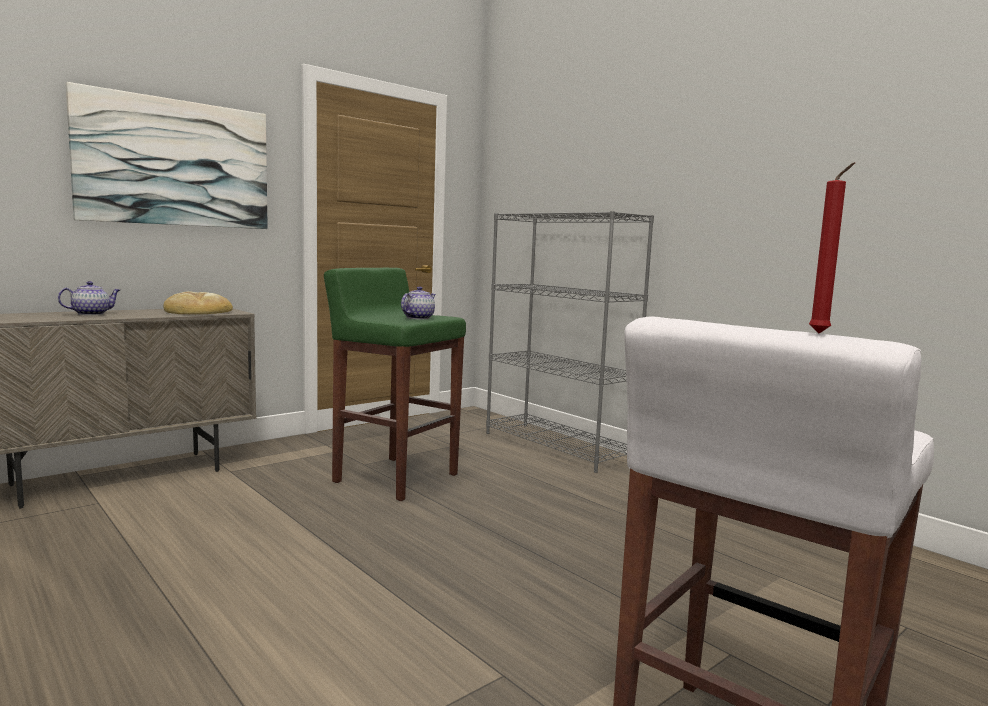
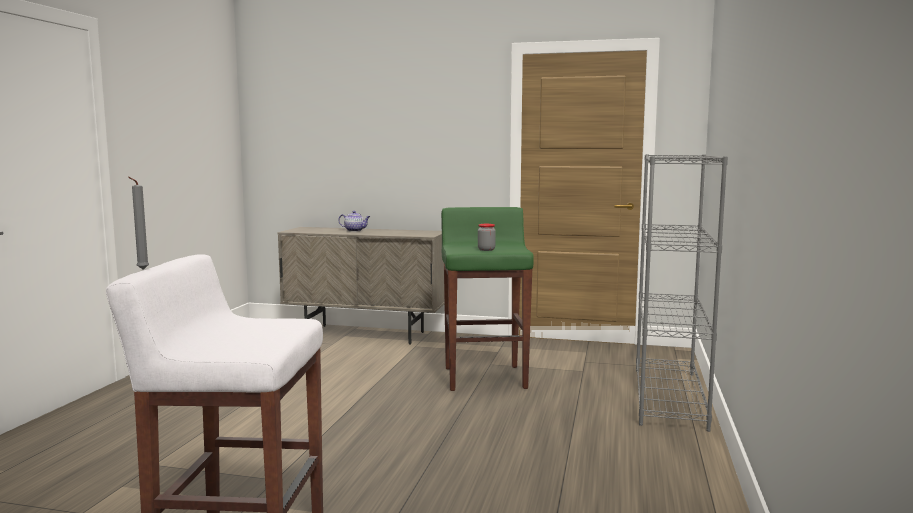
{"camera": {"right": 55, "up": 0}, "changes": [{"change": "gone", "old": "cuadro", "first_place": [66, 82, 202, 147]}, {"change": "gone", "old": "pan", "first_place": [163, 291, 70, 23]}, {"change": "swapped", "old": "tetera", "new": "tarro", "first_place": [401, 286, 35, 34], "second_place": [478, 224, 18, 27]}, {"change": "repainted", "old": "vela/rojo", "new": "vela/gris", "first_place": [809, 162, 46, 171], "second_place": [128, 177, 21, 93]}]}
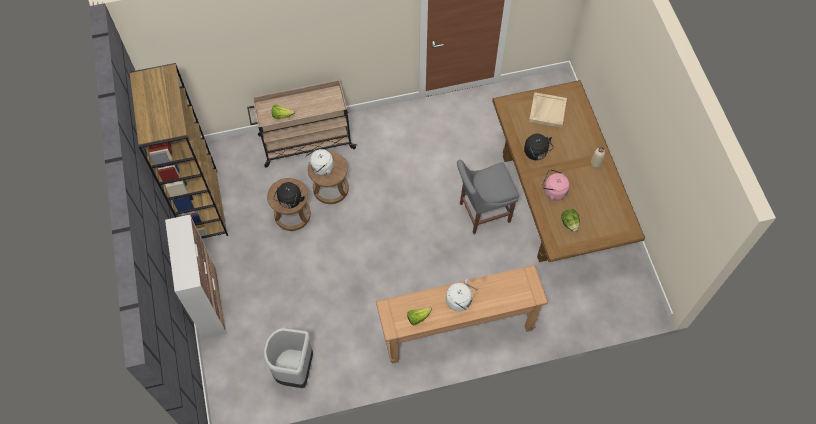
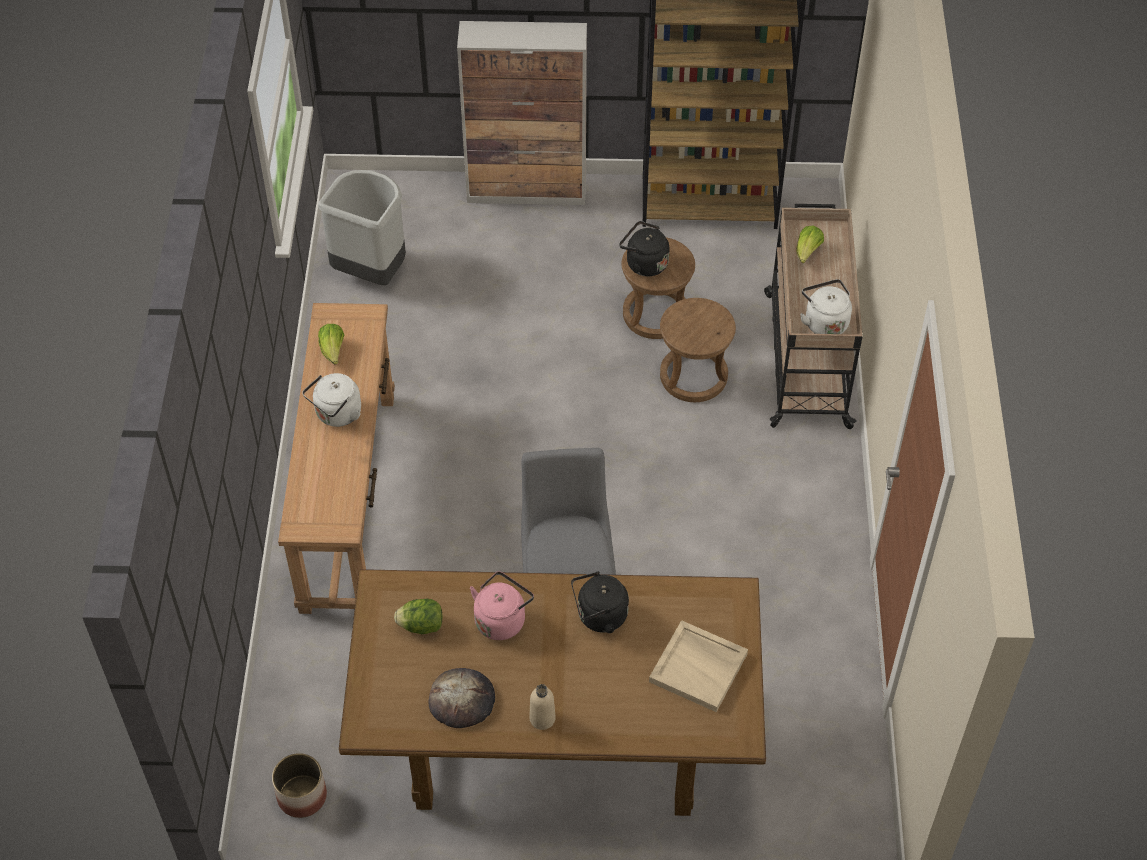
{"camera": {"right": 105, "up": -10}, "changes": [{"change": "new", "new": "maceta", "second_place": [272, 753, 55, 65]}, {"change": "new", "new": "pan", "second_place": [429, 668, 66, 60]}, {"change": "shifted", "old": "hervidor/blanco", "first_place": [305, 149, 29, 26], "second_place": [800, 279, 52, 55]}]}
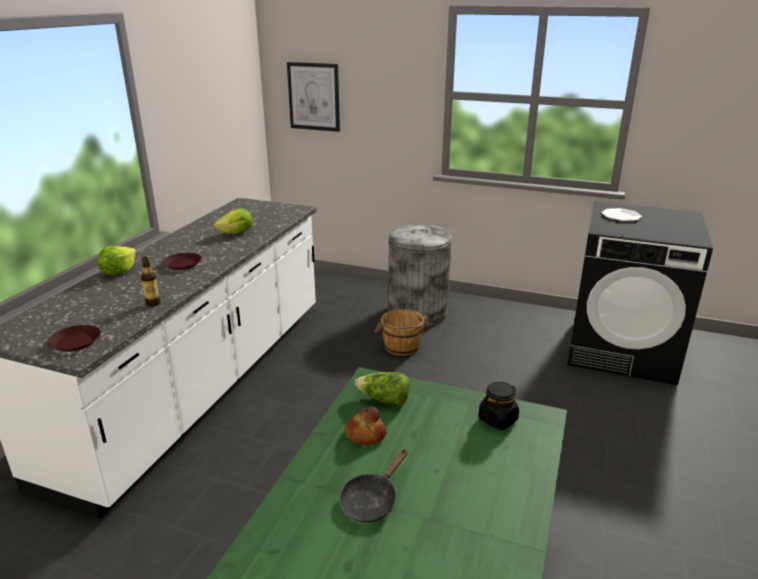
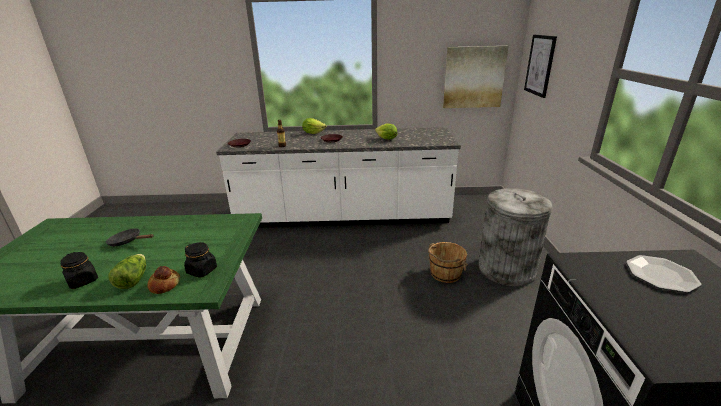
{"camera": {"right": 70, "up": 0}, "changes": [{"change": "new", "new": "tarro/negro", "second_place": [61, 252, 37, 37]}, {"change": "new", "new": "cuadro", "second_place": [443, 46, 66, 62]}, {"change": "shifted", "old": "pan", "first_place": [345, 406, 41, 39], "second_place": [147, 266, 33, 28]}, {"change": "shifted", "old": "lechuga", "first_place": [355, 372, 55, 34], "second_place": [108, 254, 38, 35]}]}
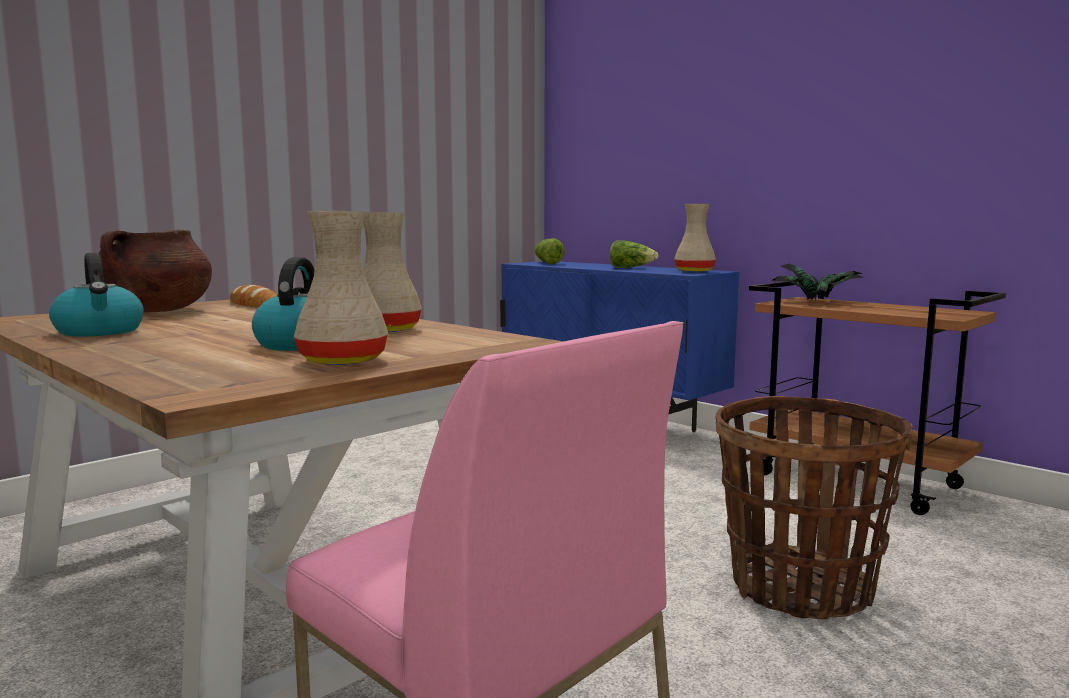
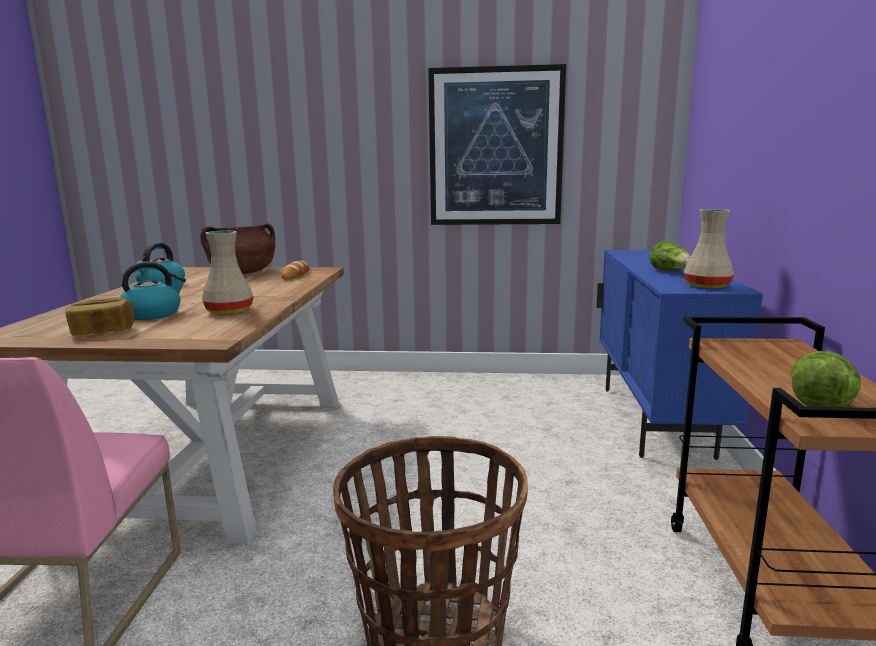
{"camera": {"right": 50, "up": 5}, "changes": [{"change": "gone", "old": "planta en maceta", "first_place": [773, 264, 91, 36]}, {"change": "new", "new": "cuadro", "second_place": [428, 64, 138, 161]}, {"change": "shifted", "old": "lechuga", "first_place": [534, 238, 31, 26], "second_place": [791, 351, 70, 56]}, {"change": "swapped", "old": "florero/beis", "new": "pan", "first_place": [294, 211, 94, 154], "second_place": [66, 297, 69, 38]}]}
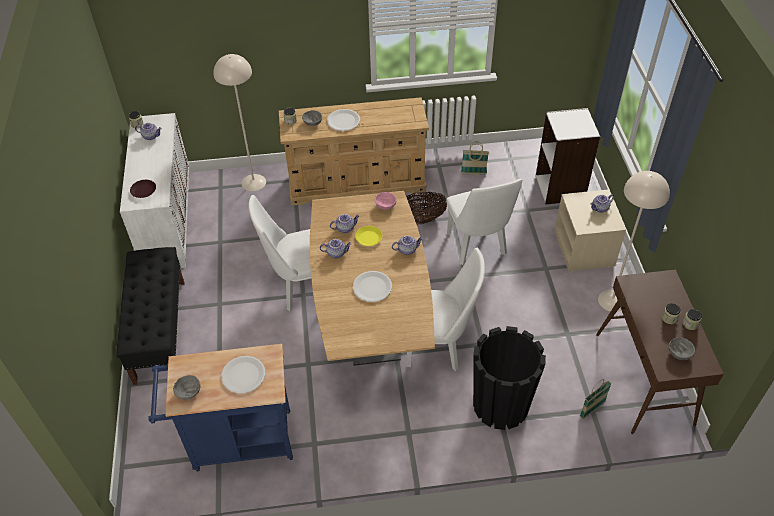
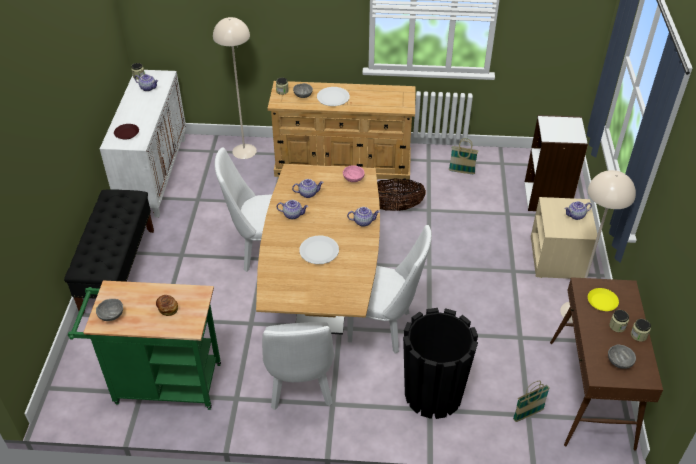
{"camera": {"right": 10, "up": -5}, "changes": [{"change": "shifted", "old": "plato/amarillo", "first_place": [355, 226, 27, 20], "second_place": [588, 288, 31, 23]}, {"change": "shifted", "old": "silla/blanco", "first_place": [446, 179, 76, 86], "second_place": [262, 322, 72, 88]}, {"change": "swapped", "old": "plato/blanco", "new": "pan", "first_place": [221, 356, 44, 38], "second_place": [156, 295, 22, 21]}, {"change": "repainted", "old": "carrito/azul", "new": "carrito/verde", "first_place": [148, 344, 145, 128], "second_place": [68, 280, 153, 130]}]}
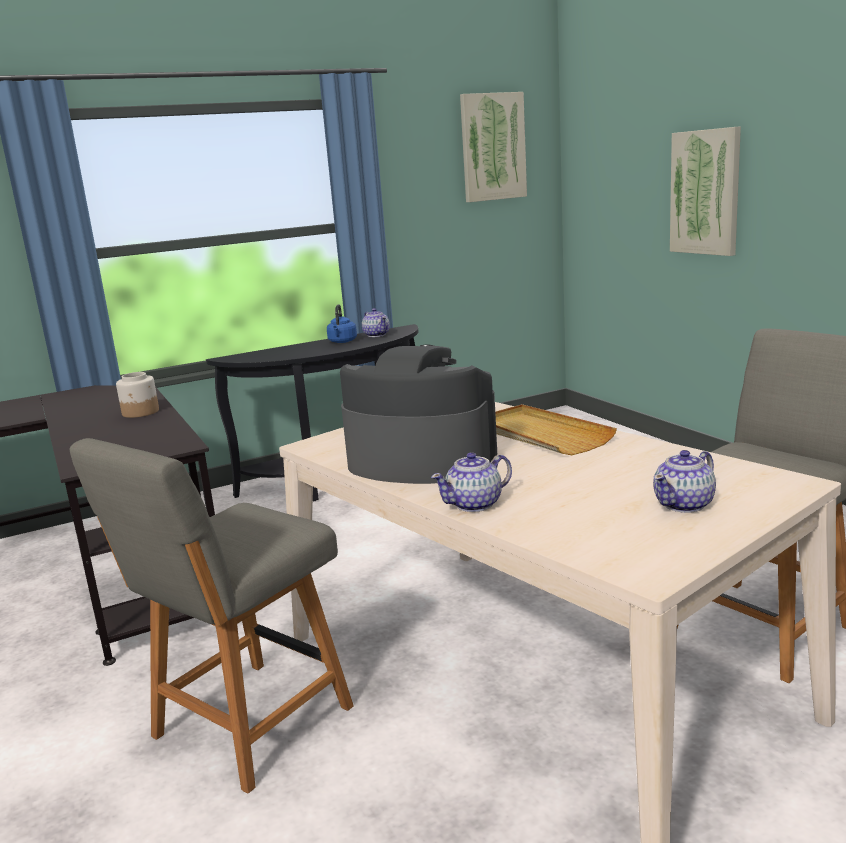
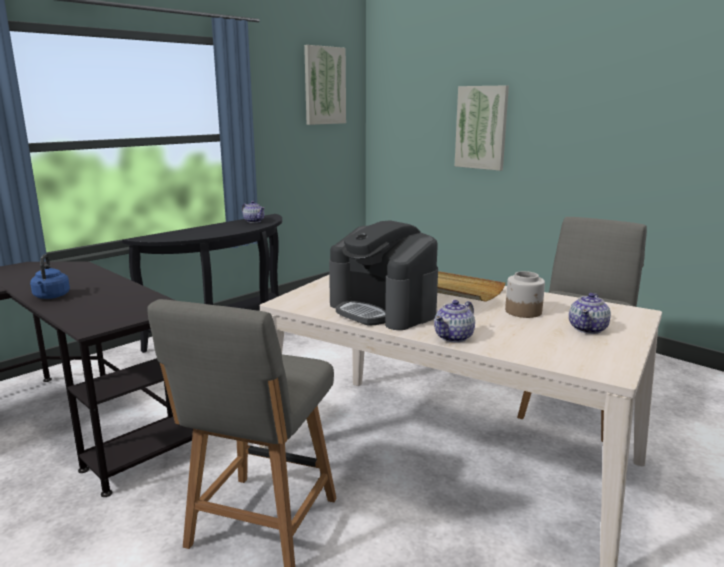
{"camera": {"right": -20, "up": 0}, "changes": [{"change": "shifted", "old": "tarro", "first_place": [116, 372, 43, 46], "second_place": [505, 271, 40, 47]}, {"change": "shifted", "old": "hervidor/azul", "first_place": [327, 304, 30, 39], "second_place": [30, 254, 40, 45]}, {"change": "rotated", "old": "cafetera", "first_place": [340, 344, 157, 140], "second_place": [329, 220, 109, 110], "degrees": -135}]}
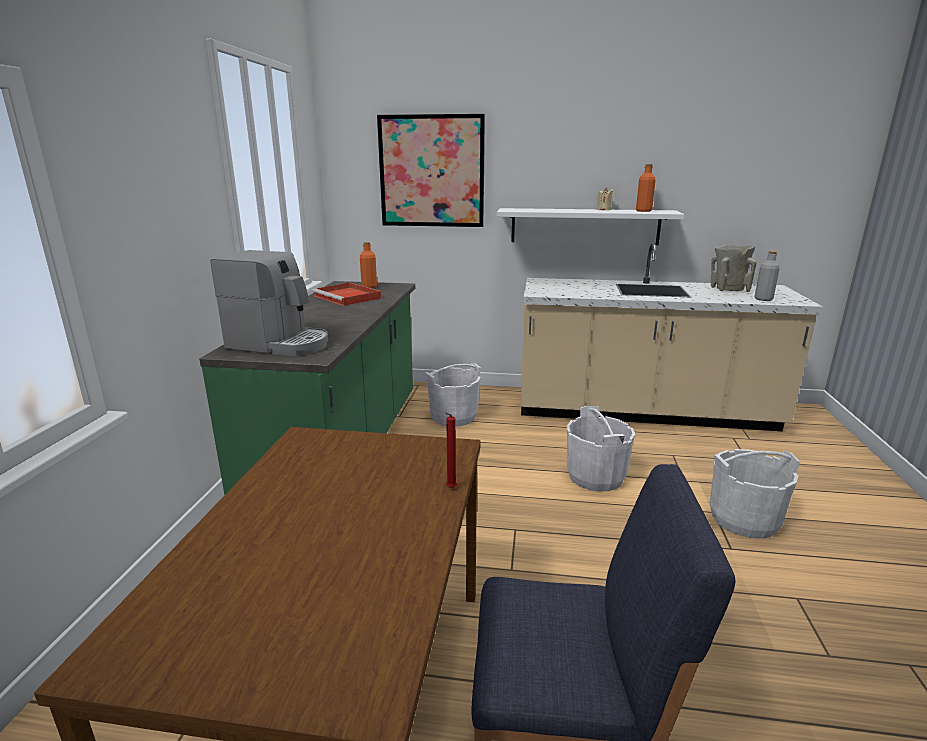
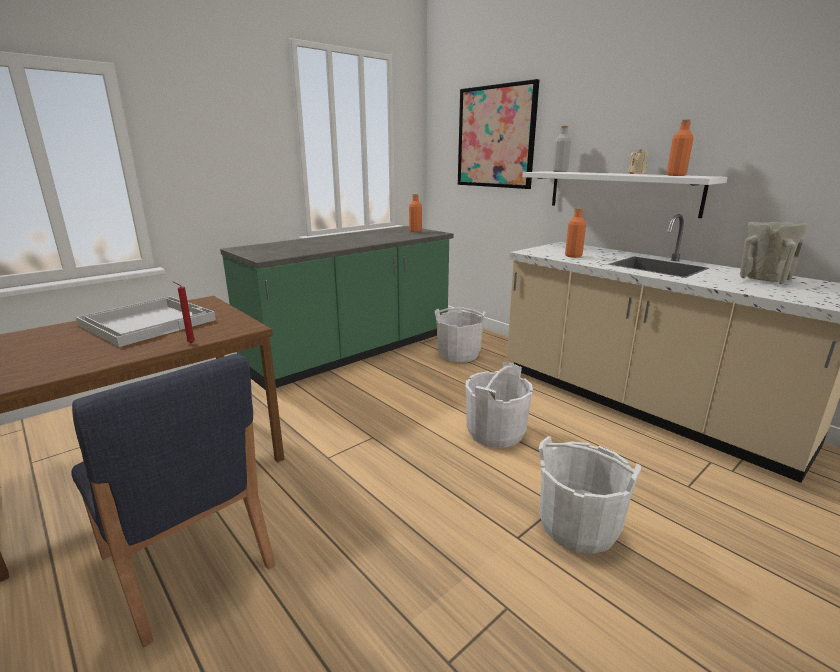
{"camera": {"right": 40, "up": 0}, "changes": [{"change": "gone", "old": "cafetera", "first_place": [210, 250, 118, 106]}, {"change": "gone", "old": "bandeja/rojo", "first_place": [312, 282, 69, 24]}, {"change": "new", "new": "bandeja/blanco", "second_place": [76, 296, 140, 51]}, {"change": "new", "new": "botella/naranja", "second_place": [565, 208, 21, 50]}, {"change": "shifted", "old": "botella/gris", "first_place": [755, 251, 25, 50], "second_place": [553, 126, 18, 46]}]}
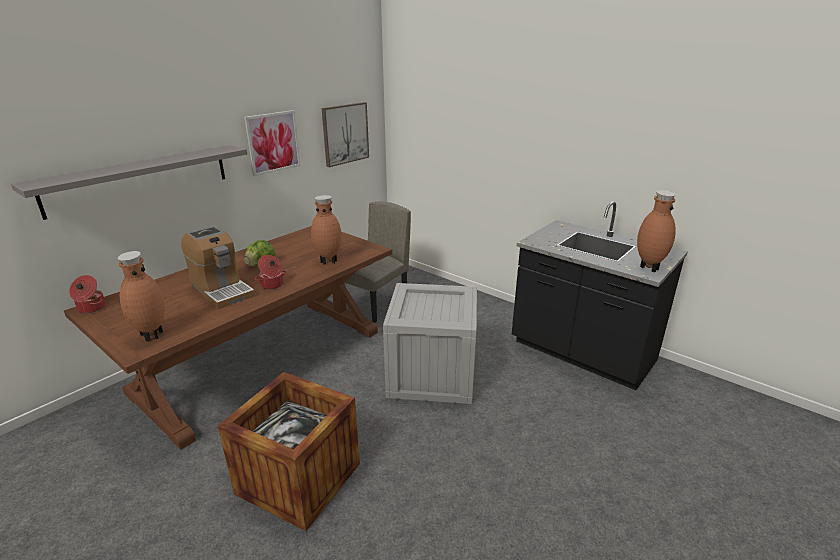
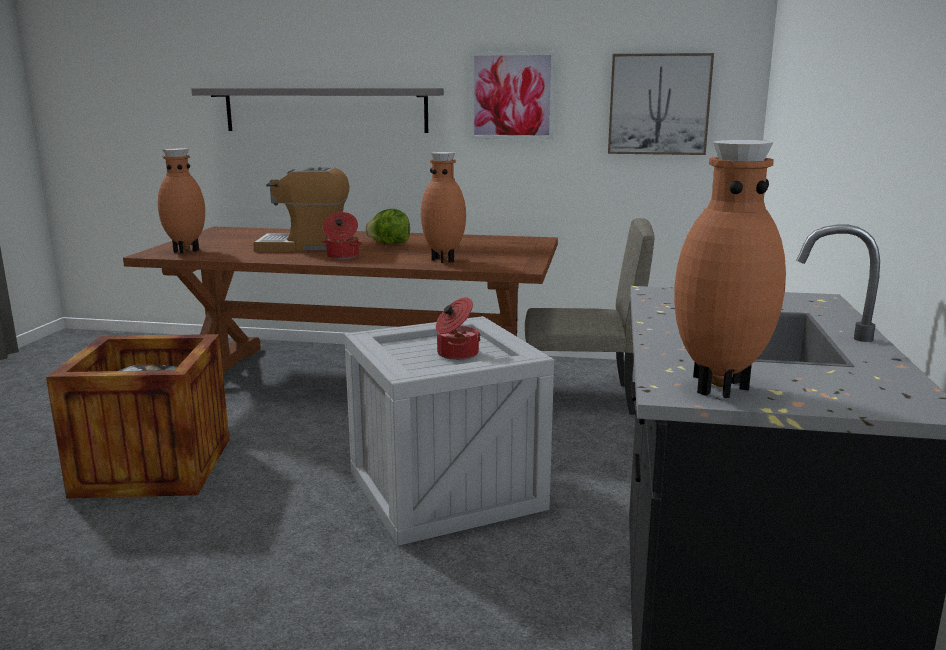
{"camera": {"right": 60, "up": -10}, "changes": [{"change": "shifted", "old": "olla", "first_place": [69, 275, 37, 39], "second_place": [436, 297, 45, 63]}, {"change": "rotated", "old": "cafetera", "first_place": [181, 226, 75, 83], "second_place": [253, 167, 96, 85], "degrees": 75}]}
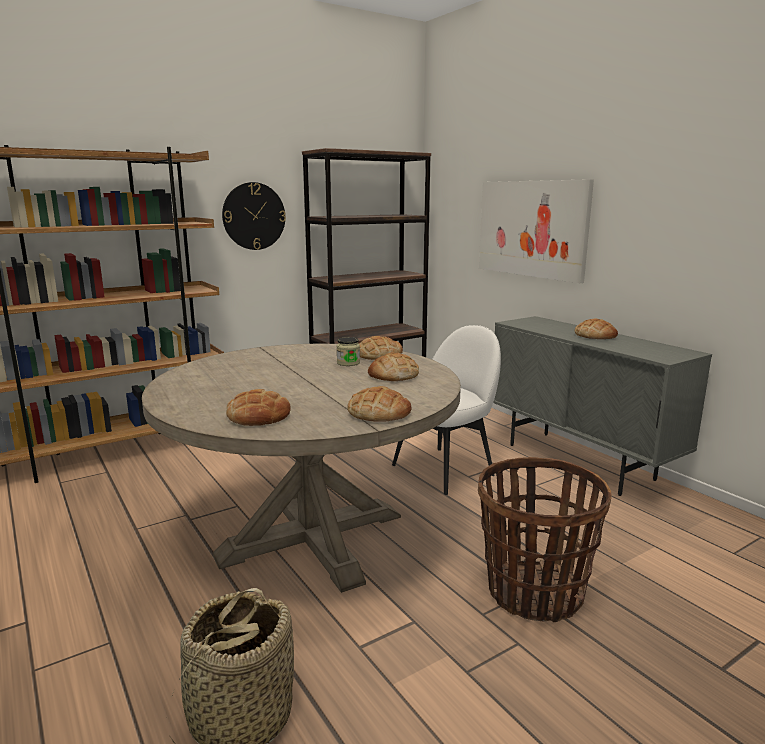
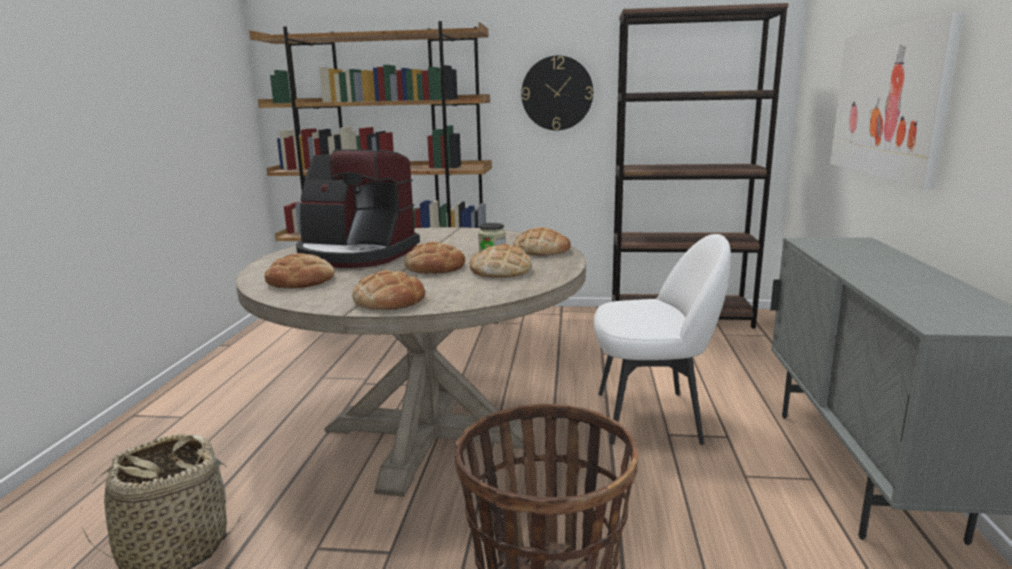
{"camera": {"right": 40, "up": 0}, "changes": [{"change": "new", "new": "cafetera", "second_place": [296, 149, 124, 119]}, {"change": "shifted", "old": "pan", "first_place": [575, 319, 43, 20], "second_place": [405, 242, 60, 32]}]}
